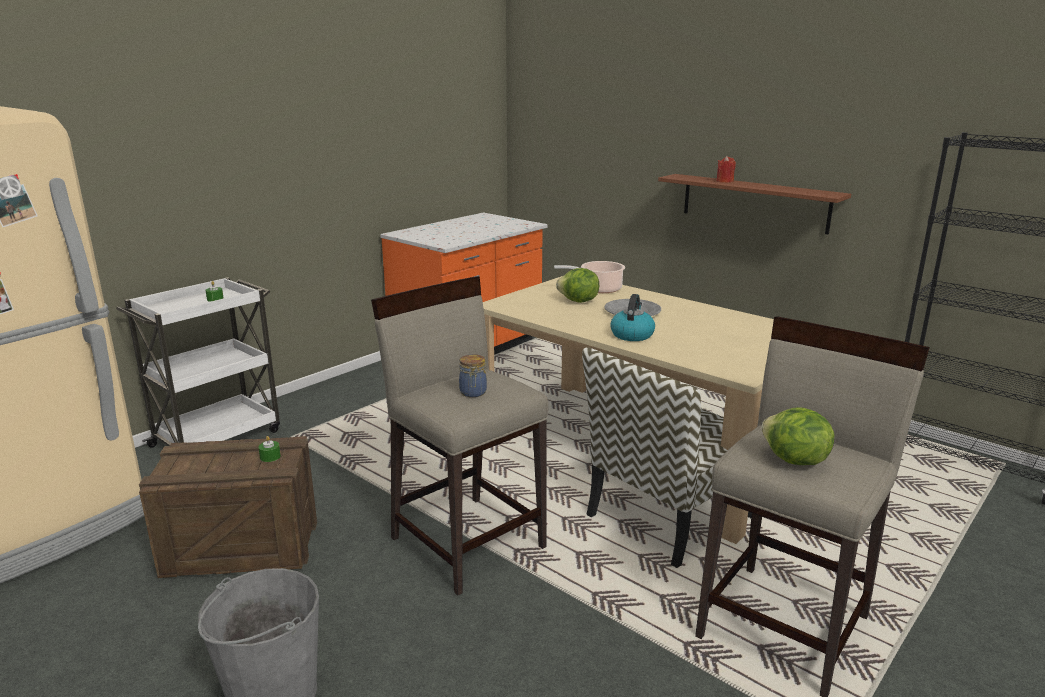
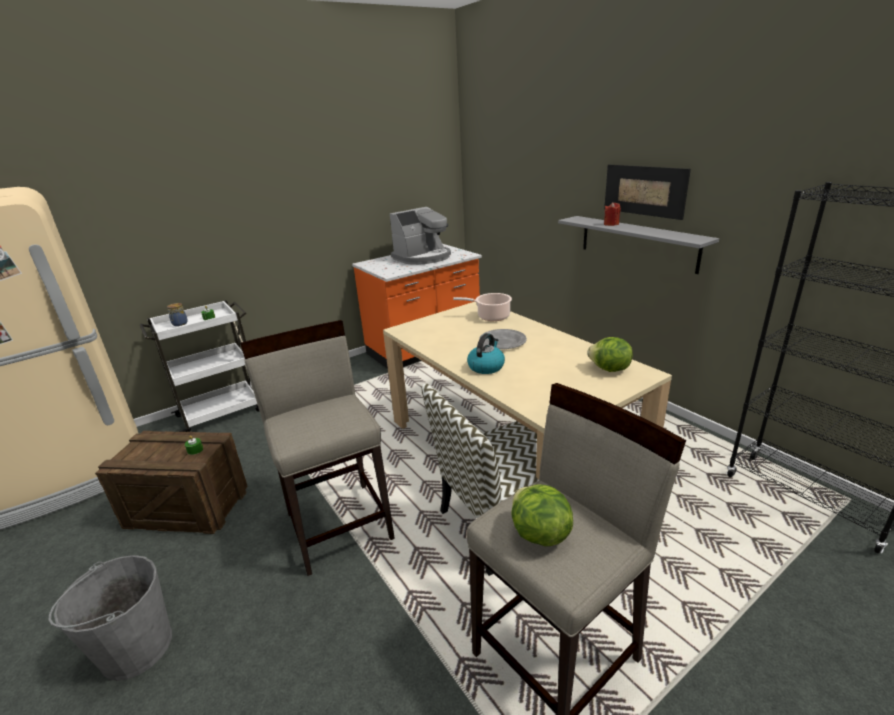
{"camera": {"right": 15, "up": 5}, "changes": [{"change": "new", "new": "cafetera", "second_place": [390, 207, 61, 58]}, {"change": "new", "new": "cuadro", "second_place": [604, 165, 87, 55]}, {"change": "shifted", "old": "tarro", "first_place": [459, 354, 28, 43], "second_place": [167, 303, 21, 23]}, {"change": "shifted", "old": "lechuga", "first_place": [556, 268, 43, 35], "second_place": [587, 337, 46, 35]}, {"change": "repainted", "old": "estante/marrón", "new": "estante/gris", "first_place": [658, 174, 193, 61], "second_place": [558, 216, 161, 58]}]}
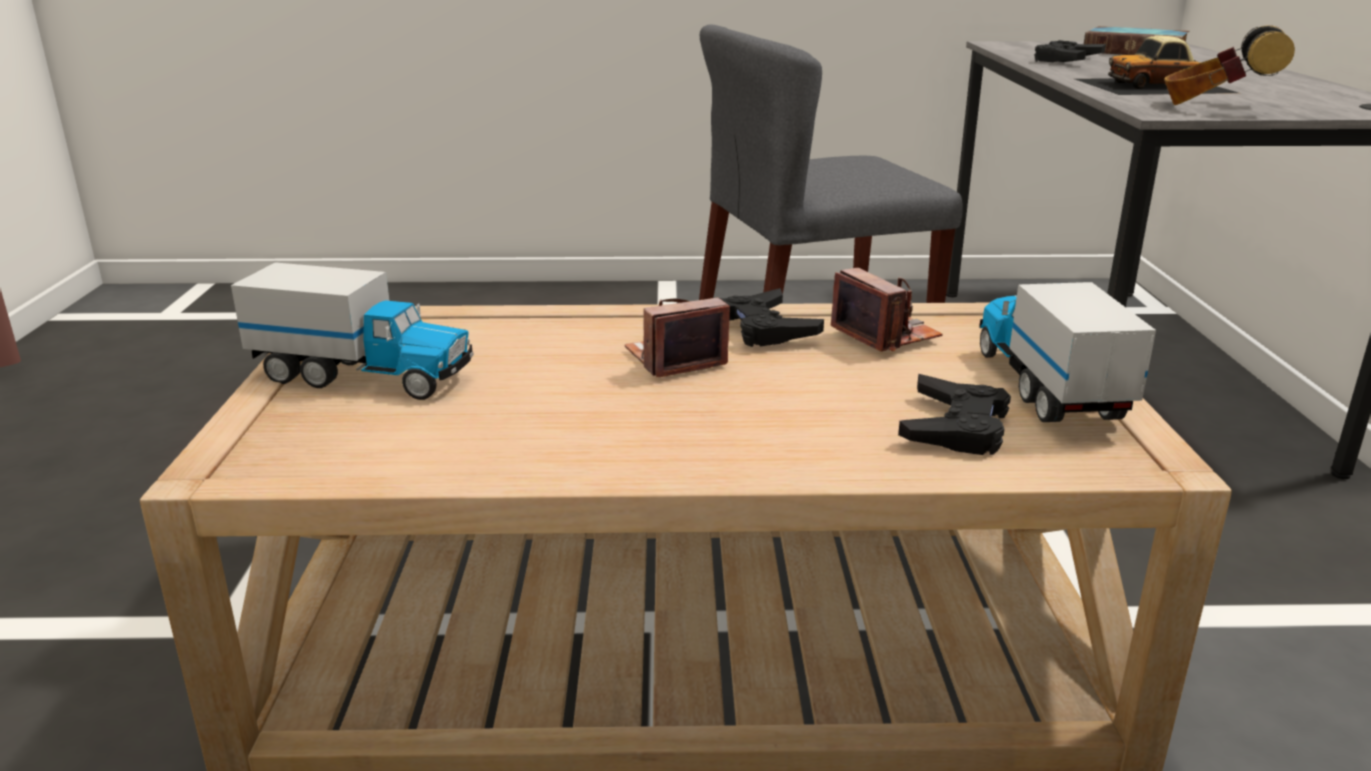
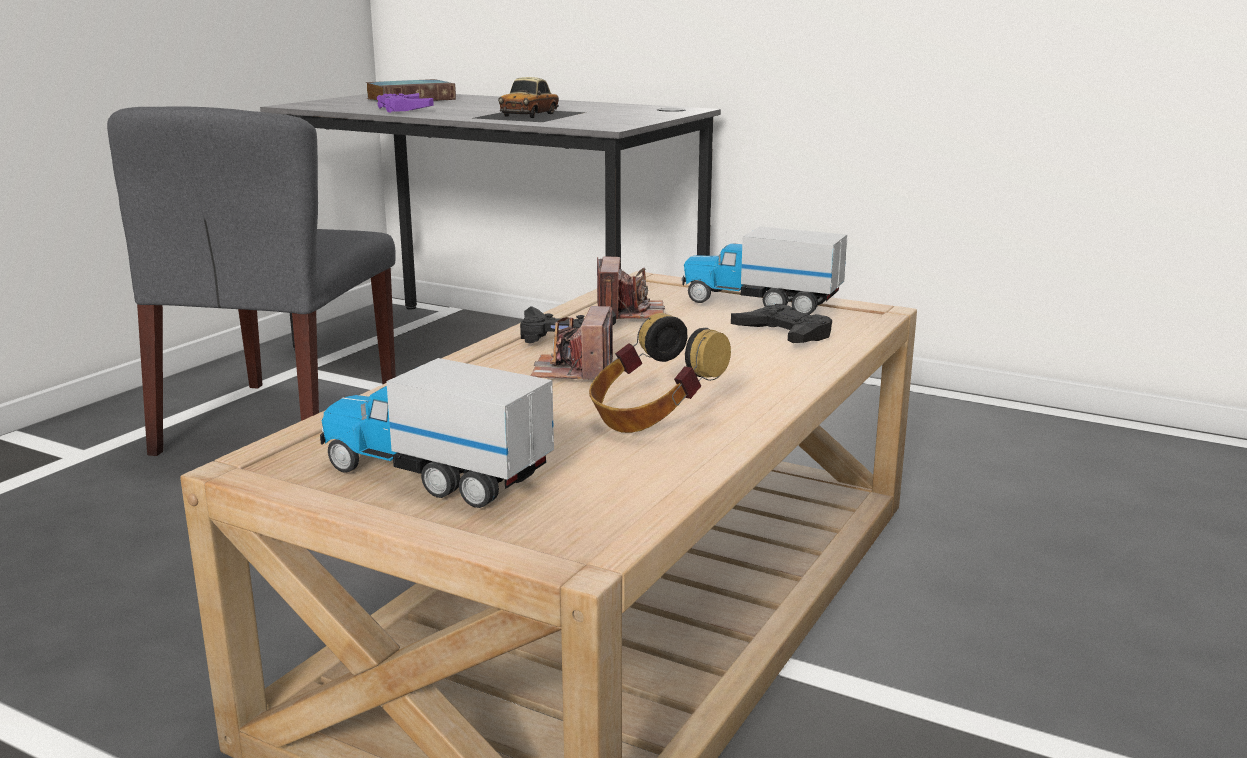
{"camera": {"right": -60, "up": -5}, "changes": [{"change": "shifted", "old": "auriculares", "first_place": [1164, 25, 131, 80], "second_place": [589, 313, 142, 120]}, {"change": "repainted", "old": "mando de consola/negro", "new": "mando de consola/morado", "first_place": [1034, 40, 72, 22], "second_place": [377, 93, 57, 19]}, {"change": "rotated", "old": "camión de juguete", "first_place": [231, 262, 243, 138], "second_place": [320, 358, 234, 150], "degrees": -105}, {"change": "rotated", "old": "cámara", "first_place": [831, 268, 112, 84], "second_place": [597, 257, 68, 62], "degrees": 90}]}
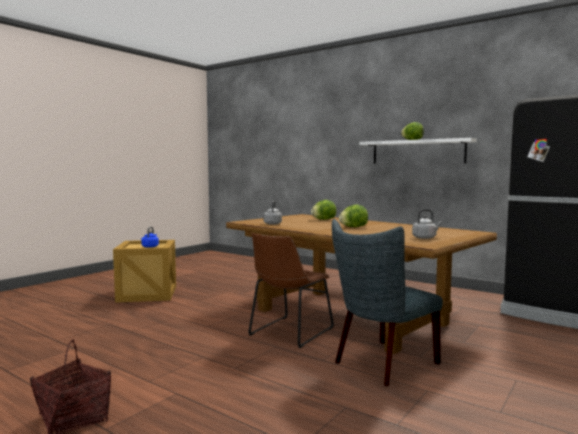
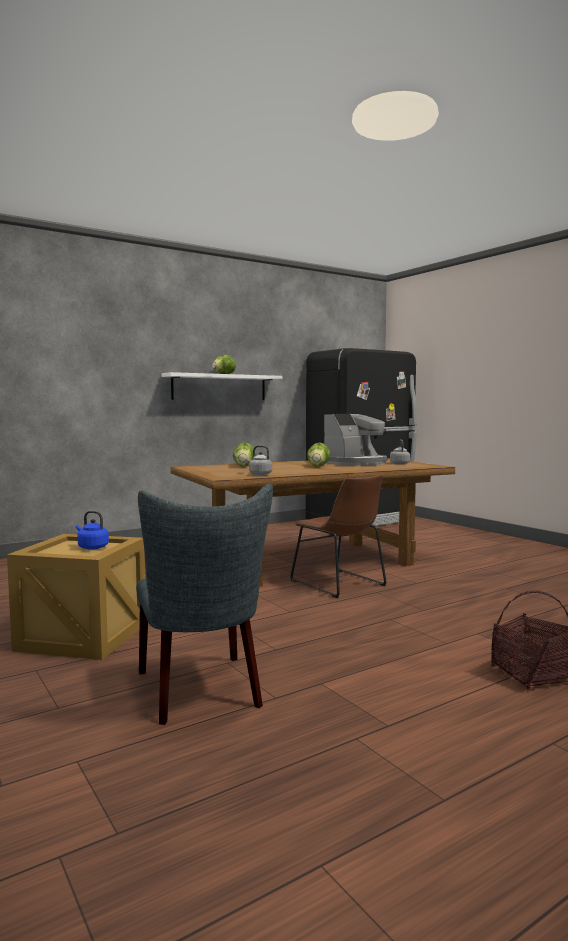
{"camera": {"right": -70, "up": 0}, "changes": [{"change": "new", "new": "cafetera", "second_place": [324, 414, 63, 52]}, {"change": "shifted", "old": "silla/gris", "first_place": [332, 219, 111, 167], "second_place": [136, 484, 137, 241]}]}
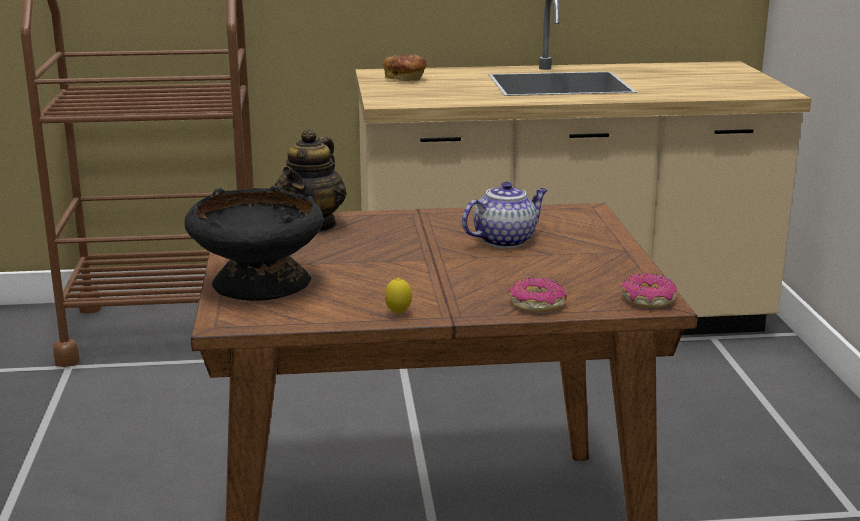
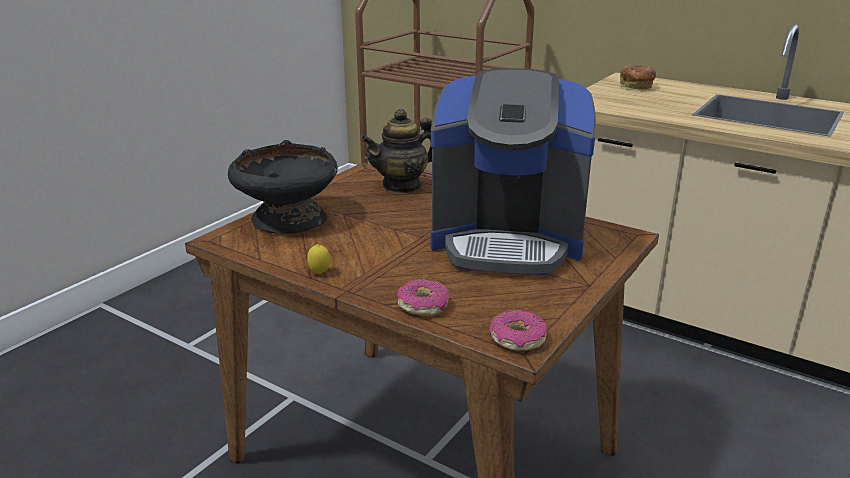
{"camera": {"right": 40, "up": 5}, "changes": [{"change": "swapped", "old": "tetera", "new": "cafetera", "first_place": [462, 181, 86, 67], "second_place": [431, 68, 165, 207]}]}
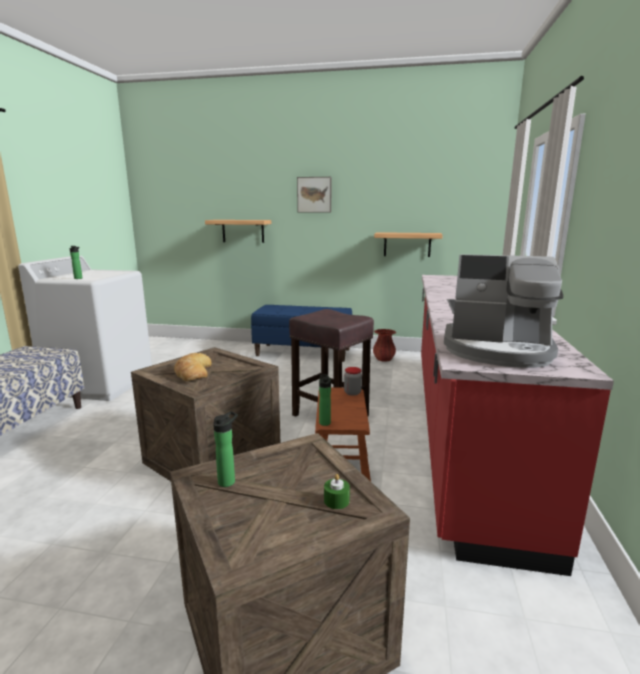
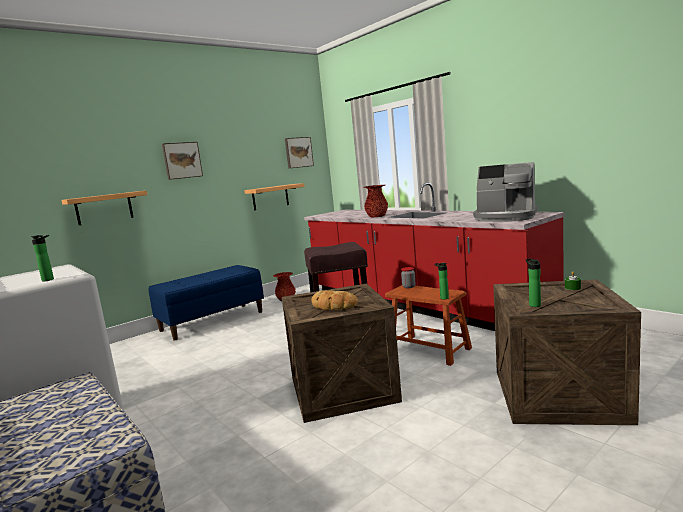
{"camera": {"right": -50, "up": -5}, "changes": [{"change": "new", "new": "cuadro", "second_place": [285, 137, 29, 32]}, {"change": "new", "new": "florero/rojo", "second_place": [363, 185, 25, 32]}, {"change": "rotated", "old": "cafetera", "first_place": [444, 254, 119, 114], "second_place": [473, 162, 65, 60], "degrees": 60}]}
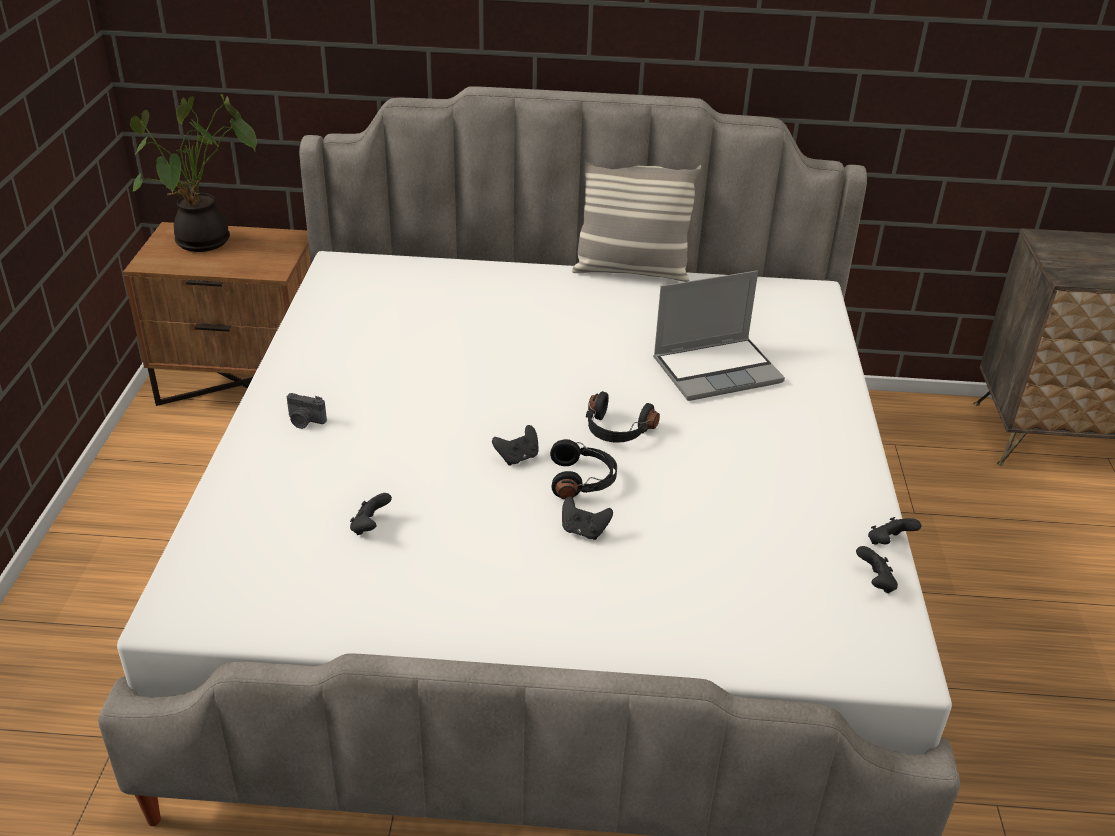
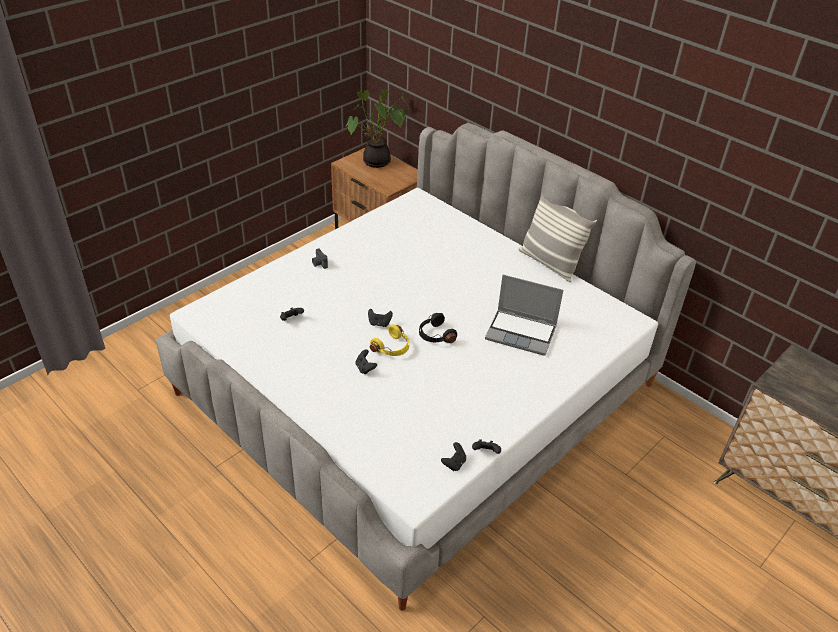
{"camera": {"right": 40, "up": 5}, "changes": [{"change": "repainted", "old": "auriculares/negro", "new": "auriculares/amarillo", "first_place": [550, 439, 67, 61], "second_place": [370, 324, 39, 32]}]}
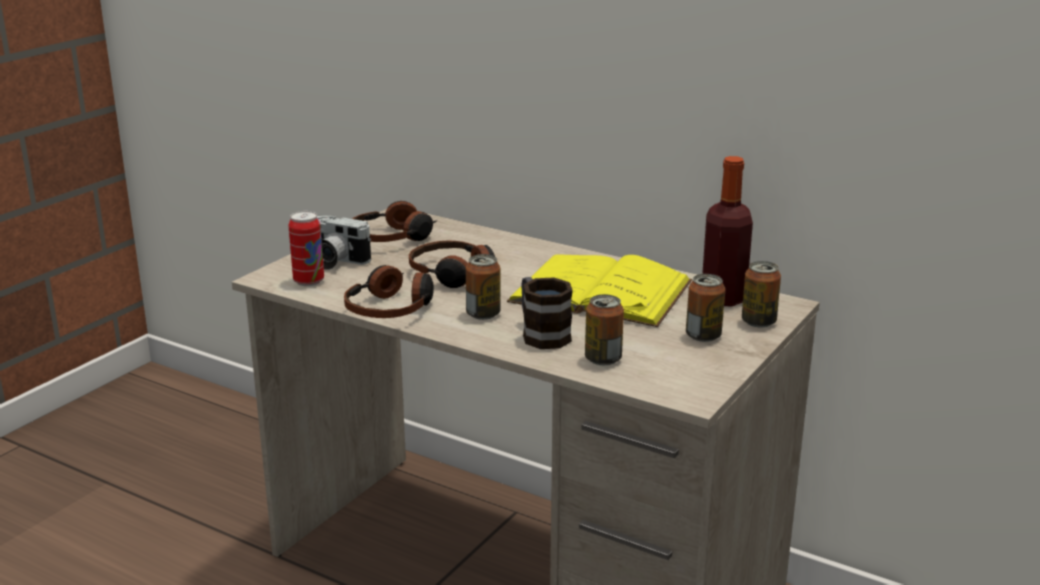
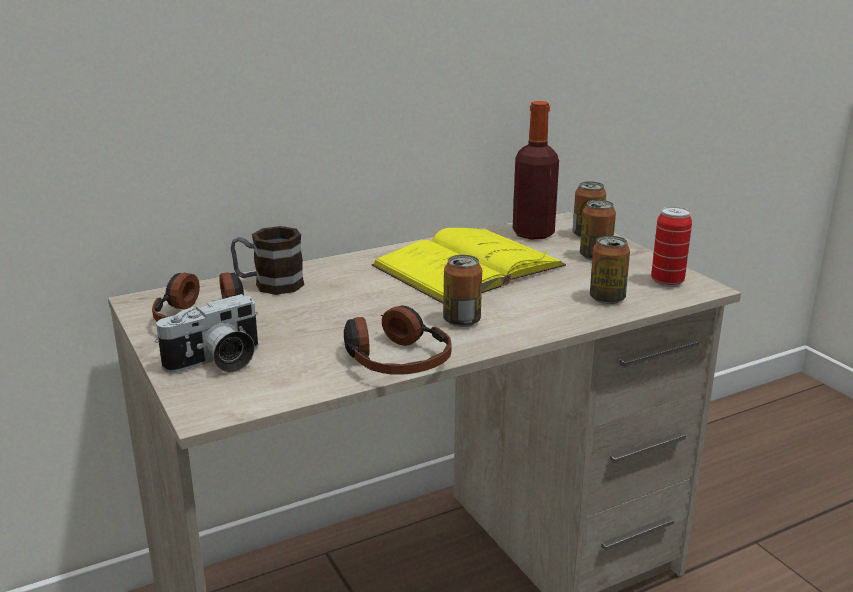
{"camera": {"right": -60, "up": 0}, "changes": [{"change": "gone", "old": "auriculares", "first_place": [409, 241, 86, 47]}, {"change": "shifted", "old": "lata", "first_place": [289, 211, 35, 75], "second_place": [651, 206, 41, 81]}, {"change": "shifted", "old": "taza grande", "first_place": [521, 277, 52, 72], "second_place": [231, 226, 73, 69]}]}
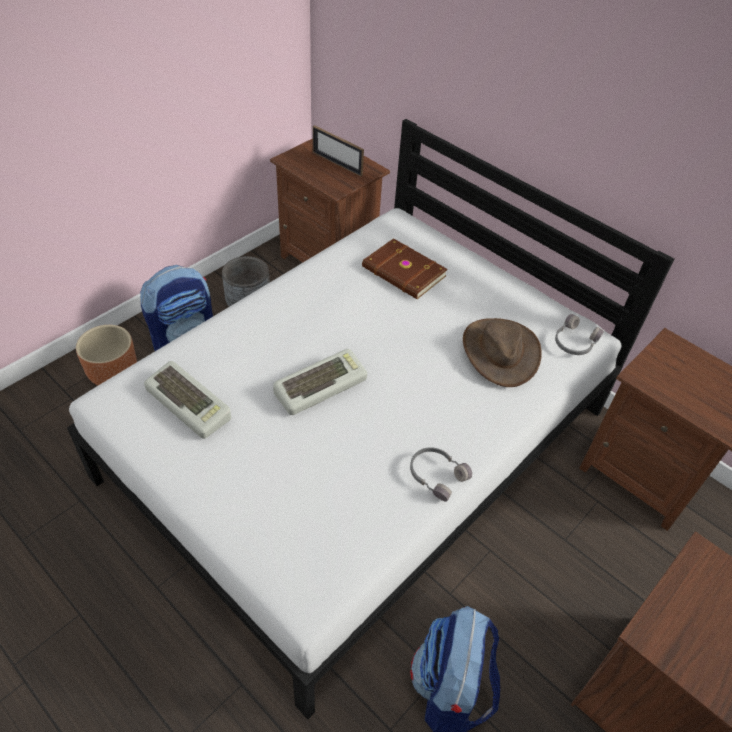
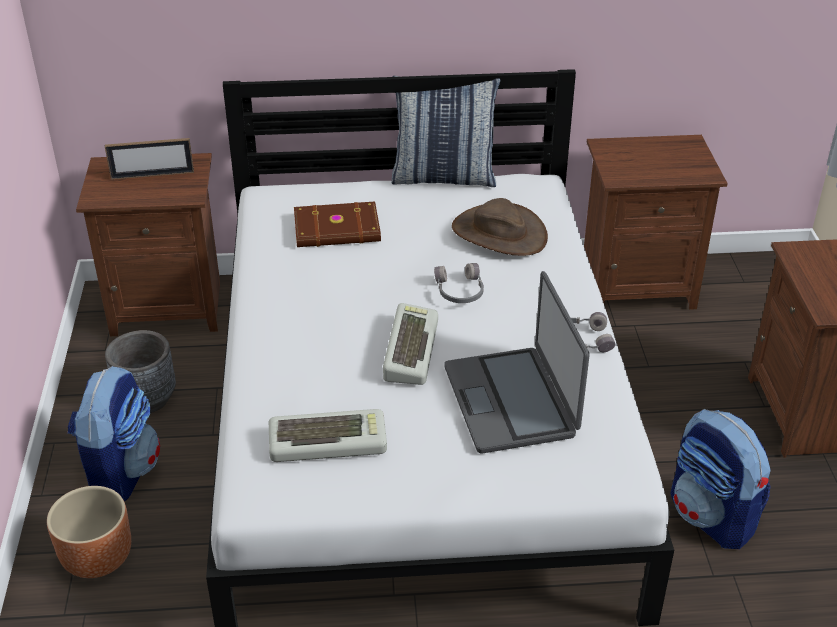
{"camera": {"right": -45, "up": -10}, "changes": [{"change": "new", "new": "cojín", "second_place": [391, 76, 109, 111]}, {"change": "new", "new": "portátil", "second_place": [445, 271, 145, 183]}, {"change": "shifted", "old": "auriculares/gris", "first_place": [555, 314, 49, 41], "second_place": [434, 263, 50, 40]}]}
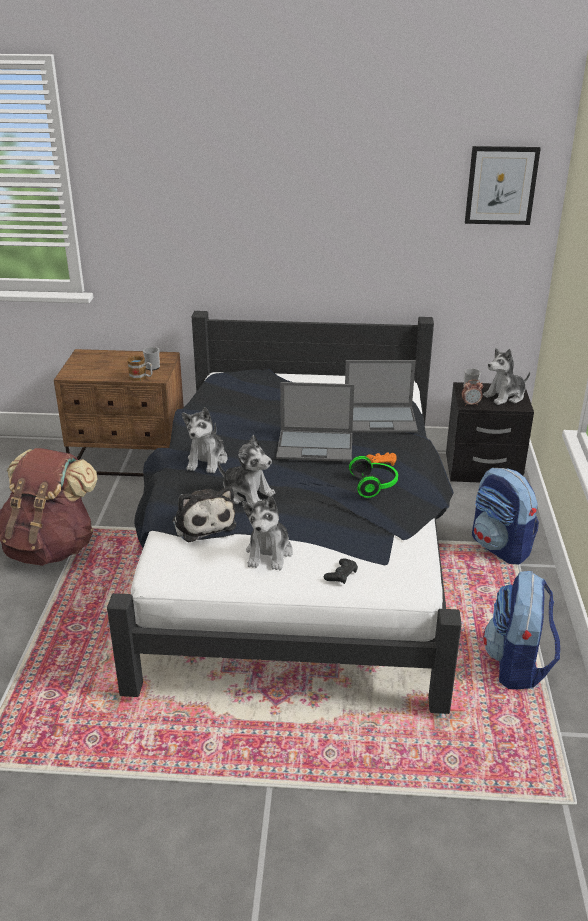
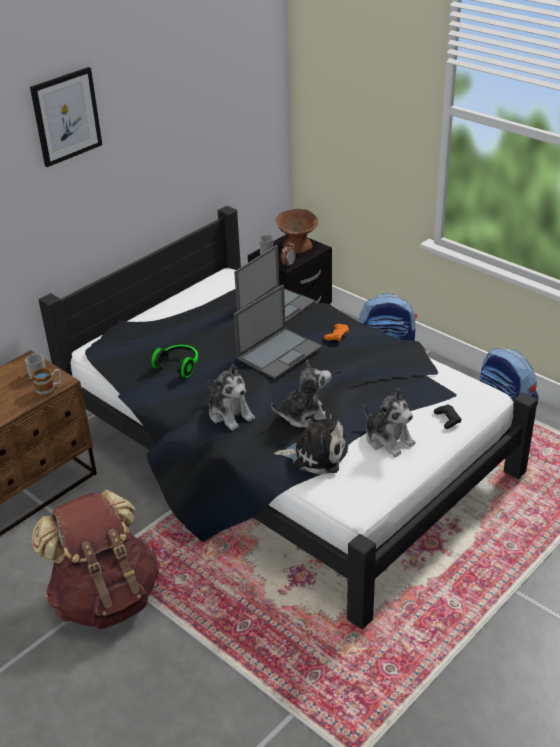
{"camera": {"right": -50, "up": 5}, "changes": [{"change": "shifted", "old": "auriculares", "first_place": [349, 456, 49, 42], "second_place": [151, 345, 47, 33]}, {"change": "shifted", "old": "cuadro", "first_place": [465, 146, 76, 79], "second_place": [30, 67, 72, 100]}, {"change": "swapped", "old": "peluche", "new": "cuenco/marrón", "first_place": [483, 348, 47, 57], "second_place": [276, 209, 42, 45]}]}
